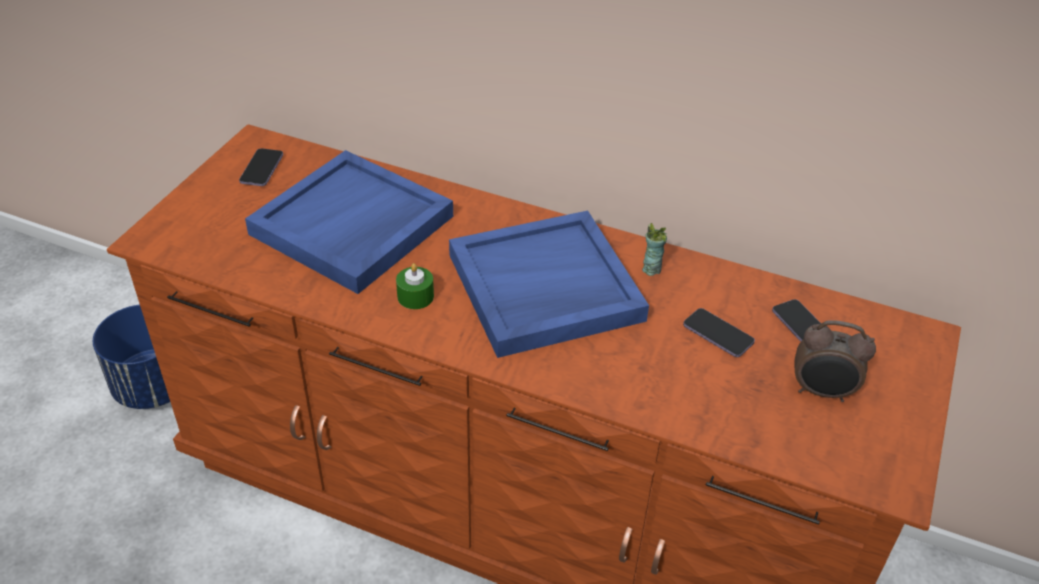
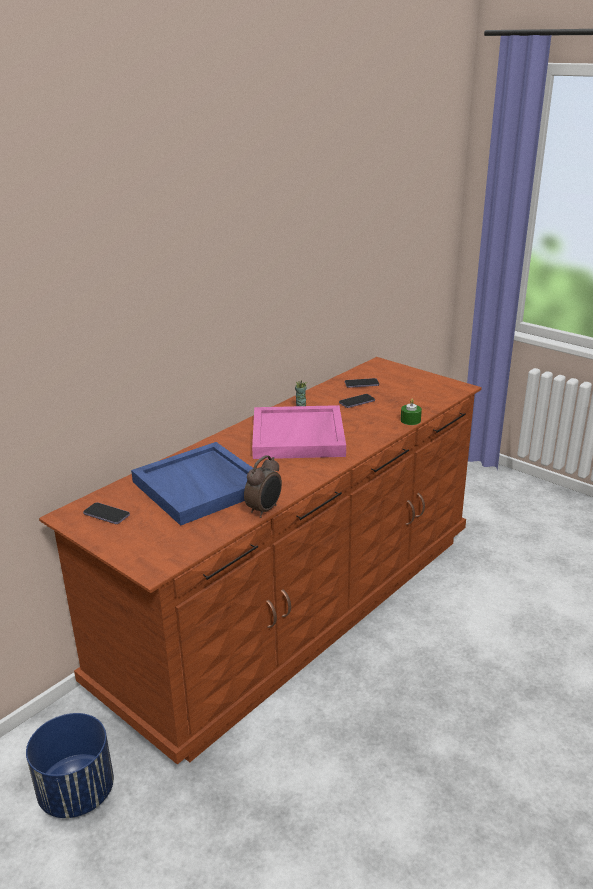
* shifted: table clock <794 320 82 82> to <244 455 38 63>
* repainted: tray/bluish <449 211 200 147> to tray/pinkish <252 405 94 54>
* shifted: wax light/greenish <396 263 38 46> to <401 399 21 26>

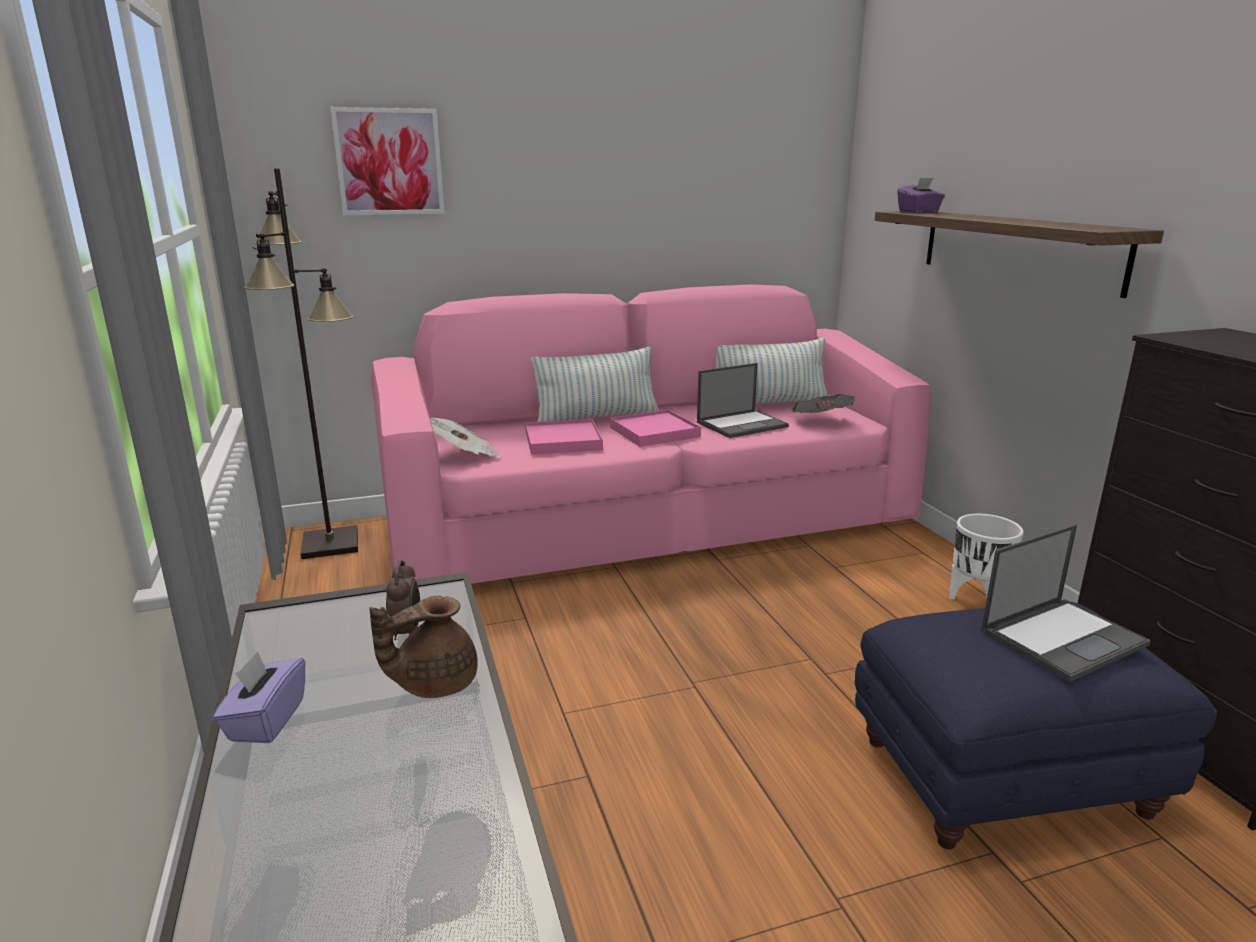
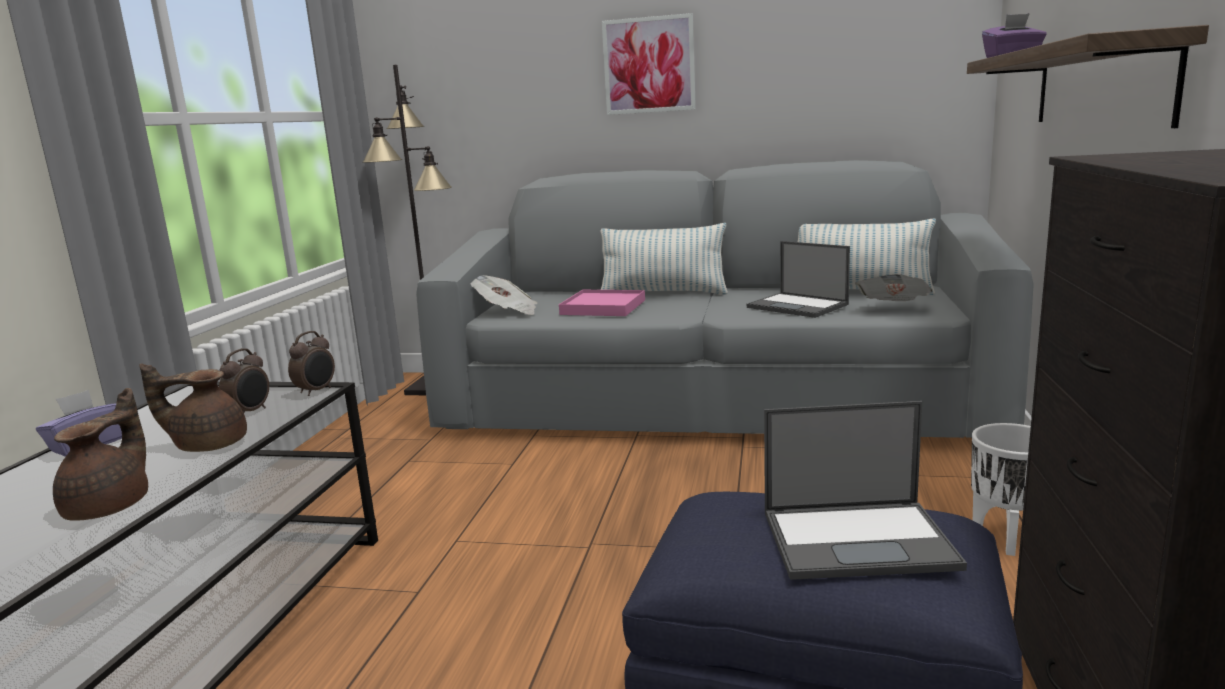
* new: pot for tea/brown <53 388 95 133>
* new: table clock <288 331 47 65>
* repainted: sofa/pinkish <371 284 560 300> to sofa/gray <416 160 618 278>
* shifted: wall art <330 107 115 108> to <602 13 94 102>
* rotated: portable computer <697 363 92 75> = <747 241 103 77> 45 degrees clockwise
* gone: tray/pinkish <610 410 91 37>

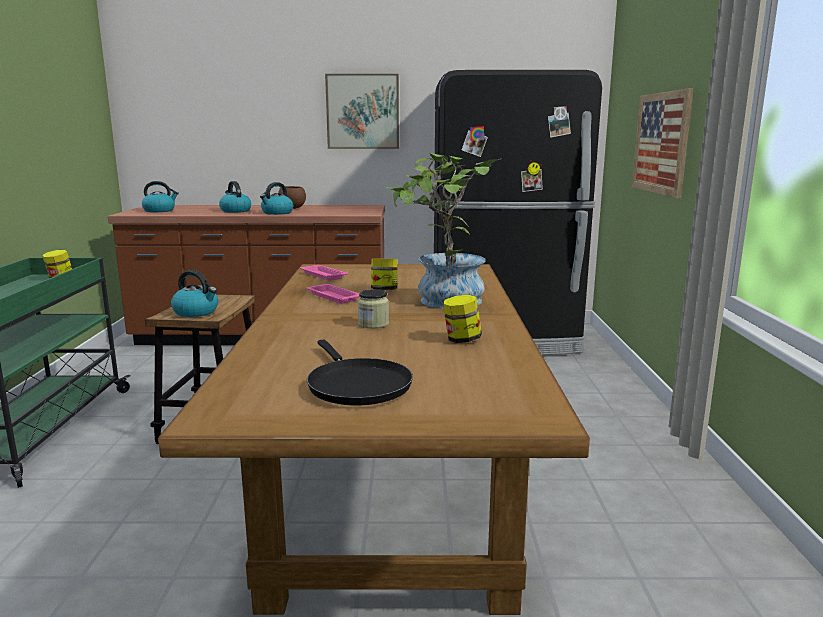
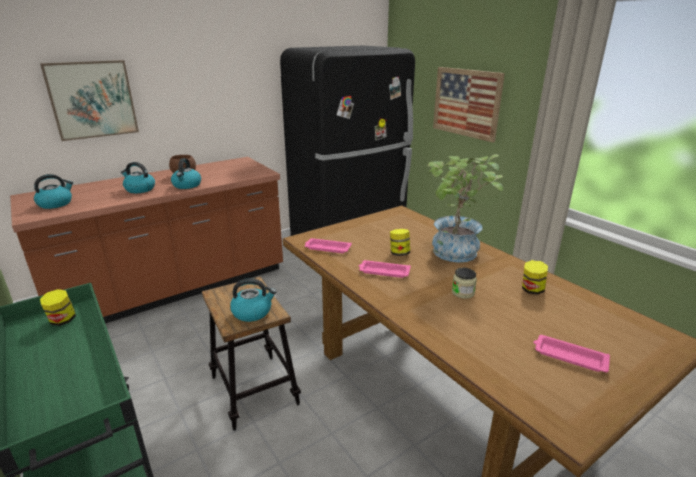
* shifted: wall art <325 74 74 75> to <40 60 99 81>
* swapped: frying pan/black-coloured <307 339 106 67> to tray/pinkish <534 335 76 37>

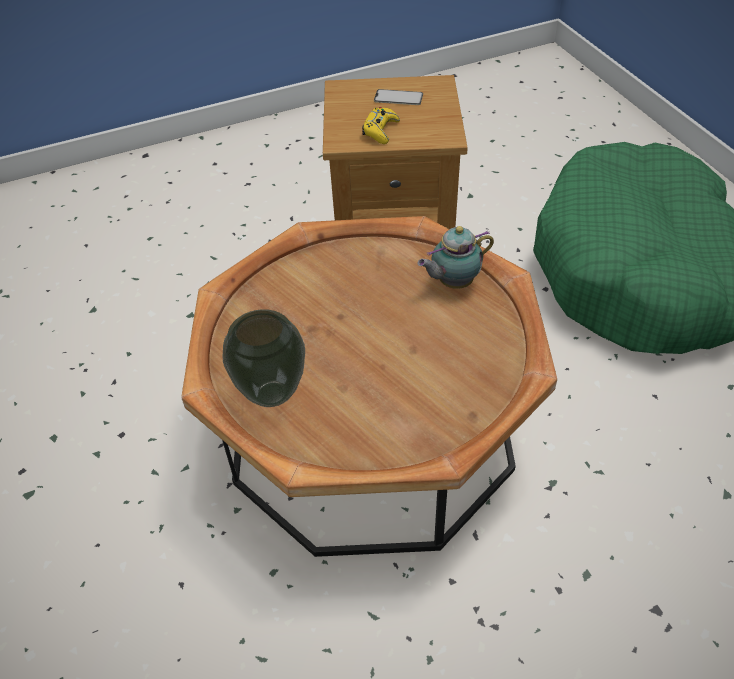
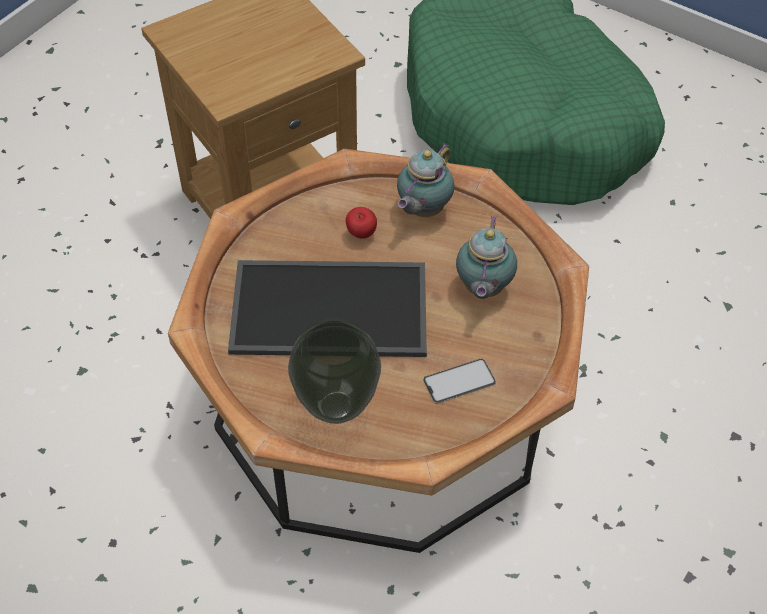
* new: tray <228 260 199 97>
* new: apple <346 207 31 32>
* shifted: handset <374 89 49 16> to <423 359 73 45>
* new: pot for tea <456 216 61 83>
* gone: gamepad/yellow-coloured <362 107 38 37>

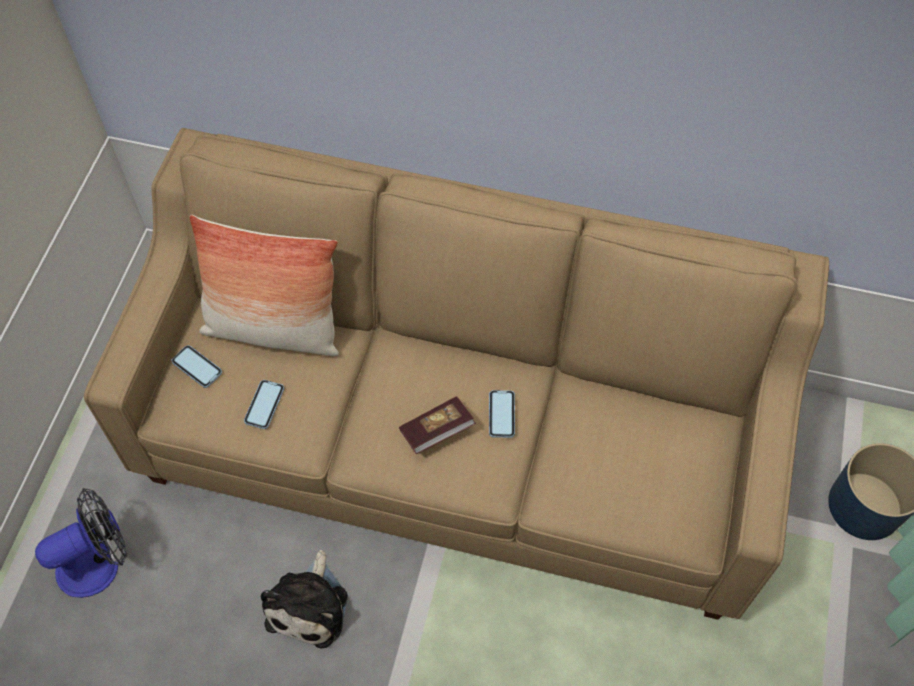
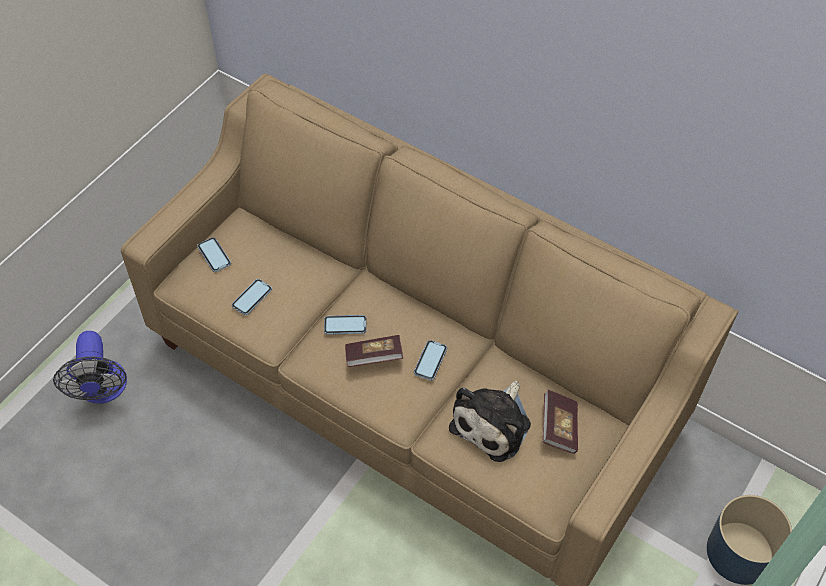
* rotated: cooling fan <35 488 92 110> = <53 331 74 73> 90 degrees clockwise
* new: handset <324 315 43 20>
* shifted: soft toy <261 550 87 98> to <449 381 82 81>
* new: bound book <543 390 35 64>
* gone: pillow <190 215 149 141>

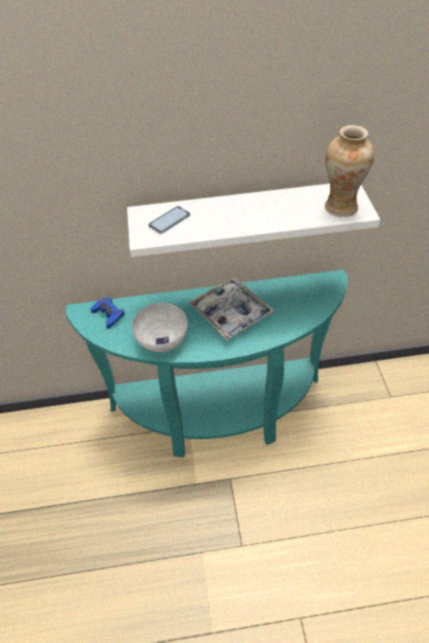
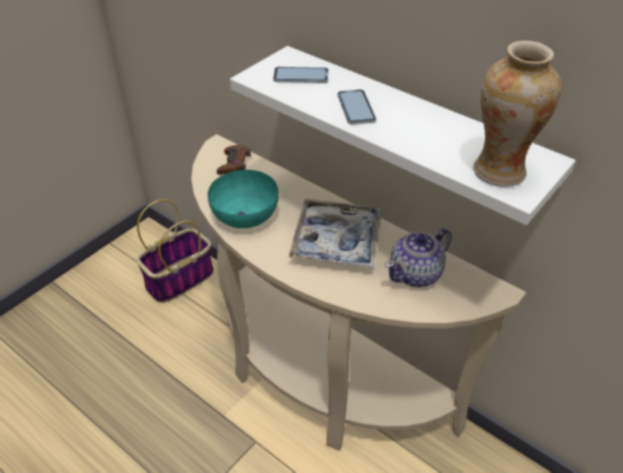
* new: household basket <136 199 78 104>
* repainted: console table/turquoise <66 270 282 187> to console table/beige-coloured <191 134 335 317>
* repainted: bowl/white <132 303 56 49> to bowl/turquoise <208 170 71 58>
* repainted: gamepad/bluish <91 297 34 32> to gamepad/brown <217 145 34 30>
* new: handset <337 89 39 36>
* new: pot for tea <385 228 67 59>

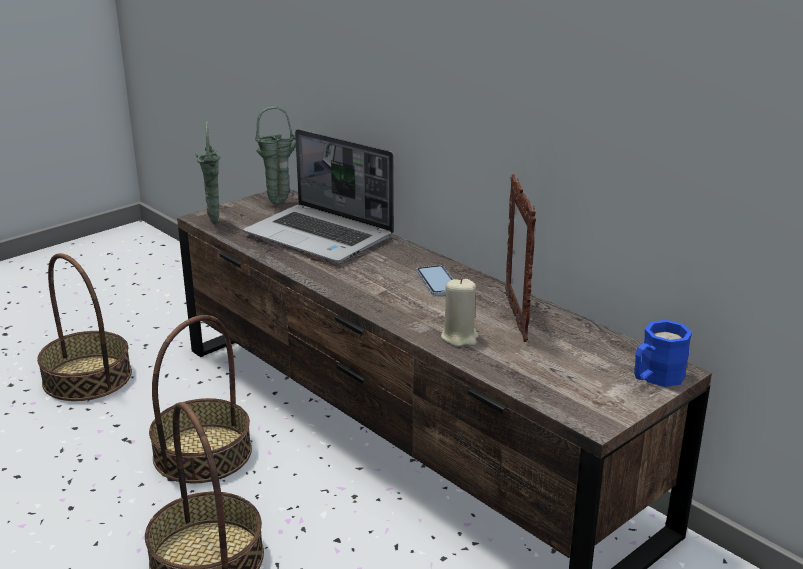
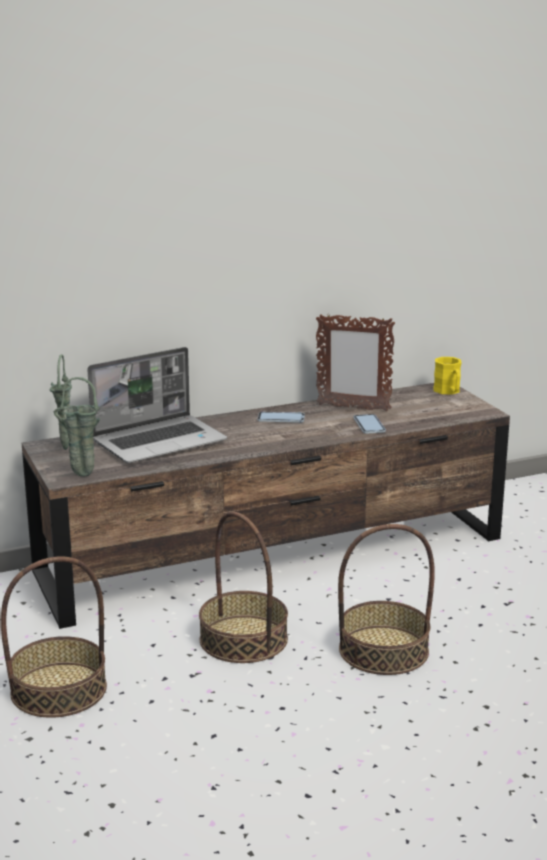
* swapped: wax light/beige-coloured <441 278 38 69> to handset <354 414 32 20>
* repainted: mug/bluish <634 320 58 67> to mug/yellow-coloured <433 357 28 38>

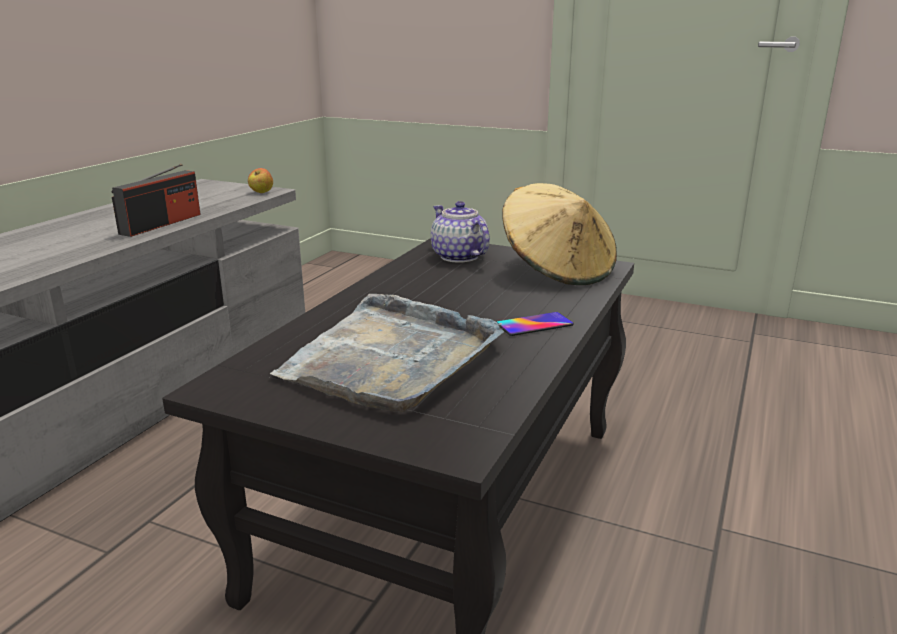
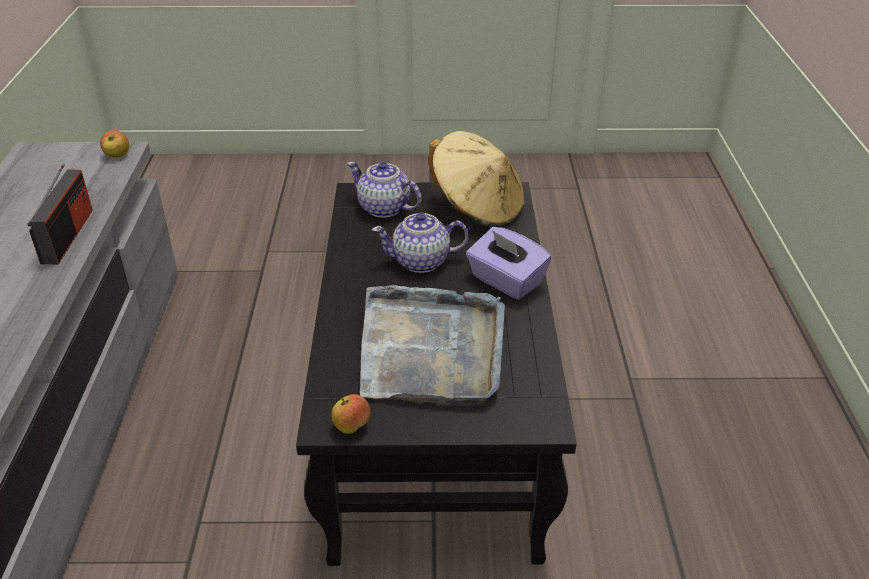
* new: apple <331 394 39 40>
* new: pot for tea <372 213 97 60>
* swapped: handset <497 312 77 24> to tissue holder/purple-coloured <466 227 86 73>

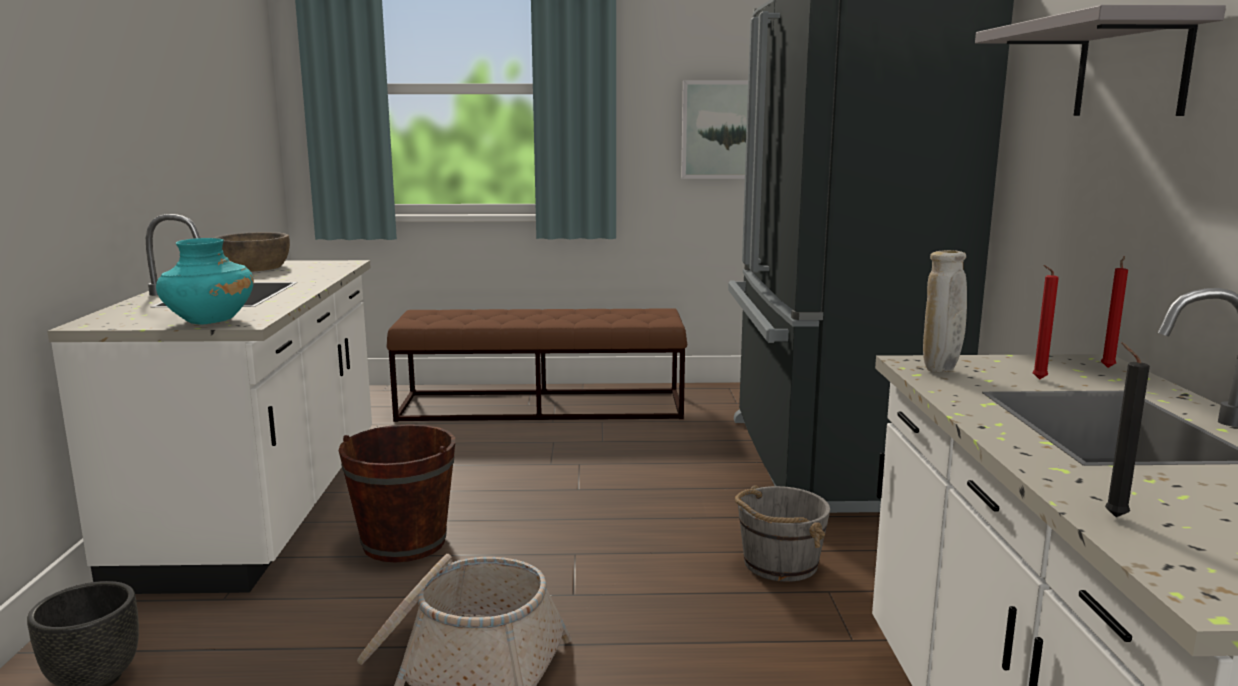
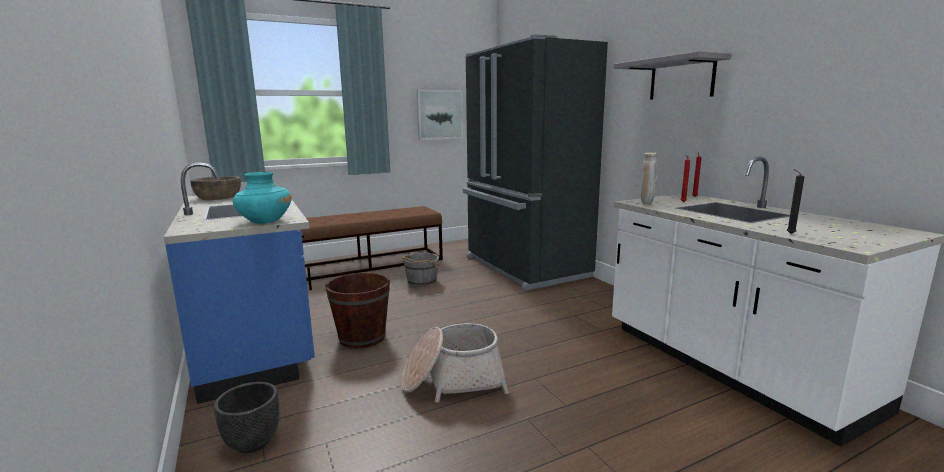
* repainted: counter/white <47 214 325 380> to counter/bluish <164 163 151 241>
* shifted: bucket/gray <735 486 95 96> to <402 253 38 34>

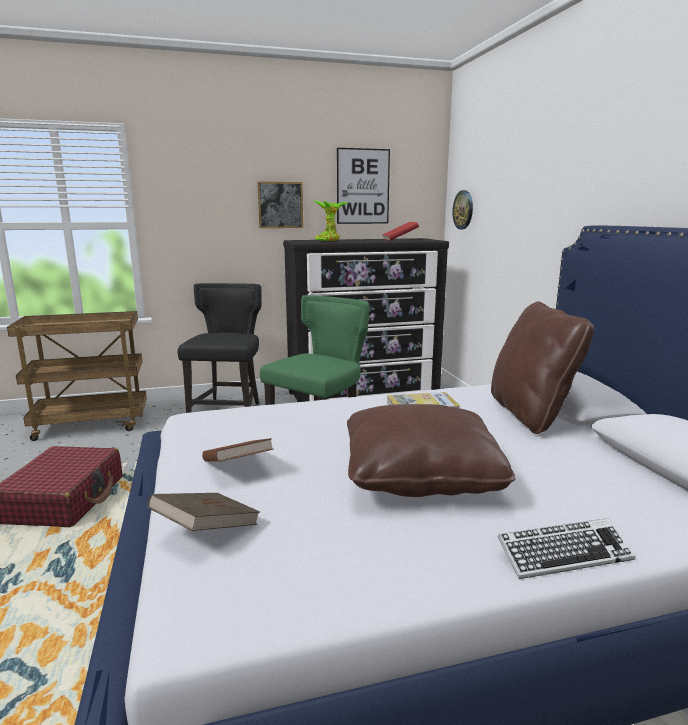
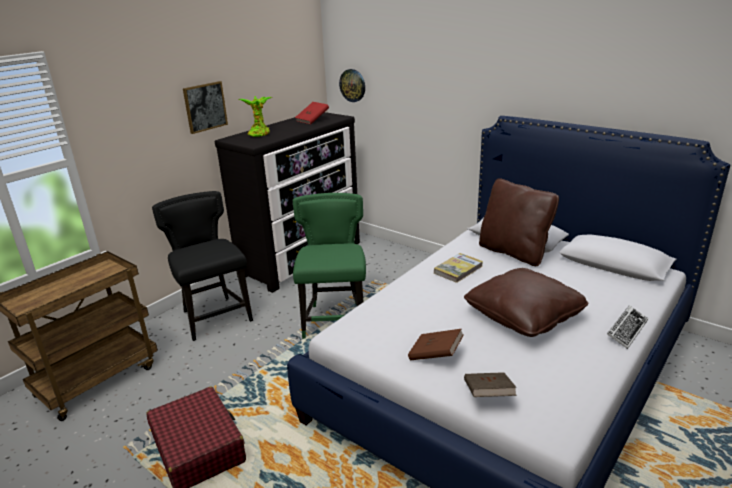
* gone: wall art <337 148 53 76>

